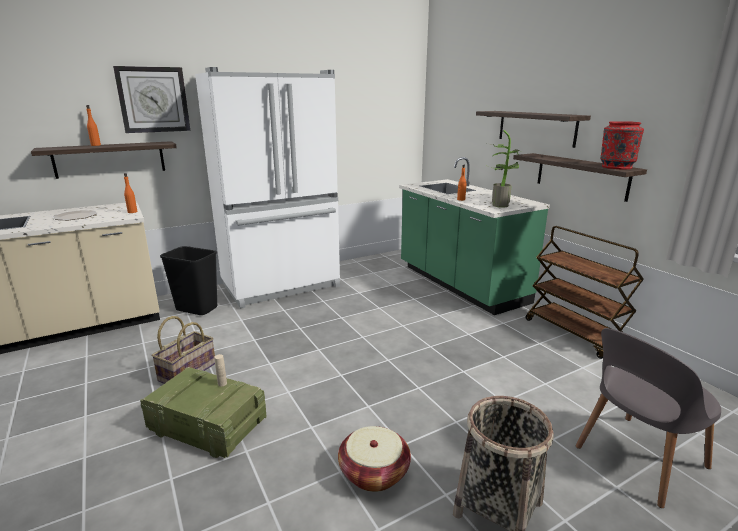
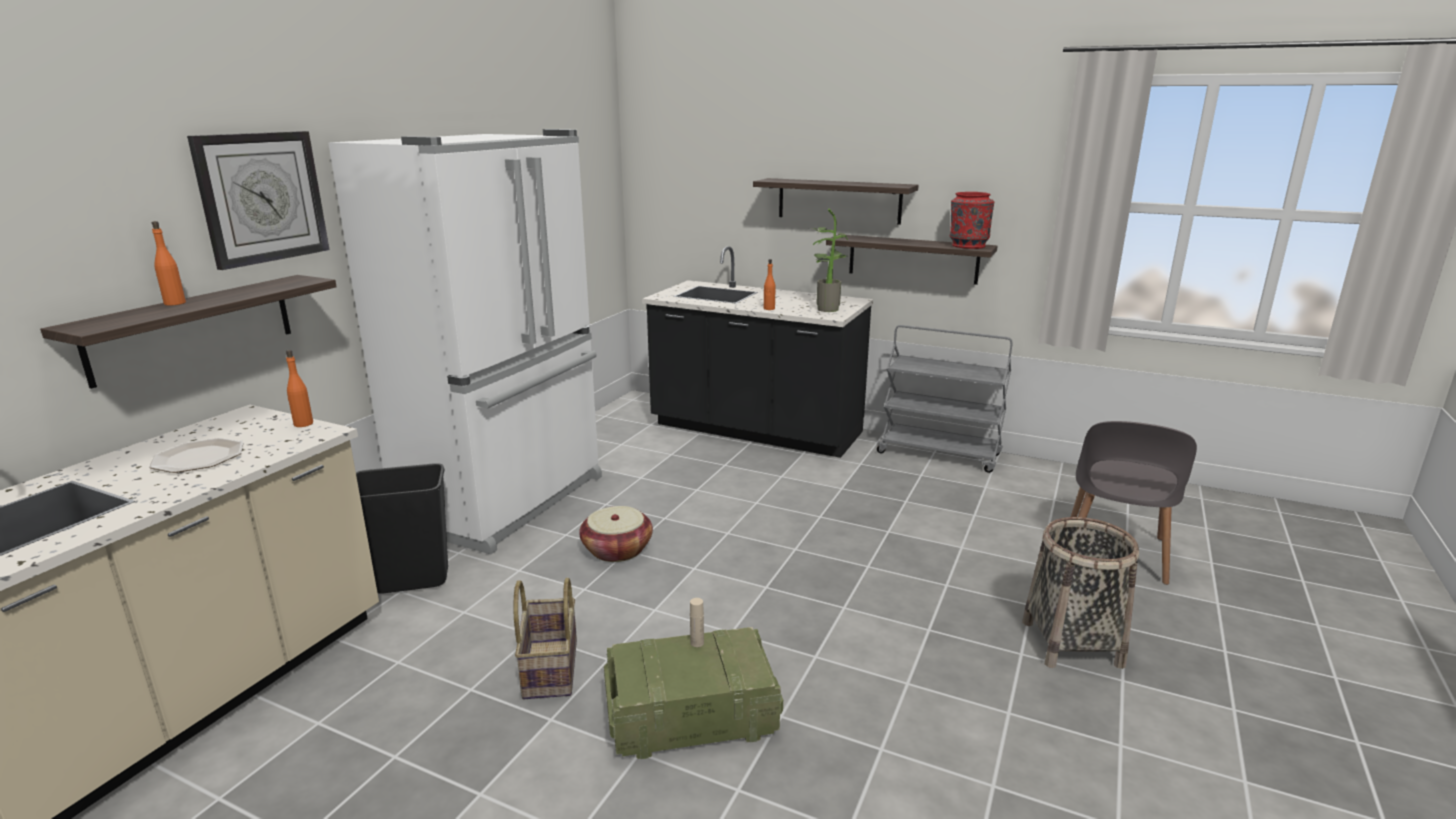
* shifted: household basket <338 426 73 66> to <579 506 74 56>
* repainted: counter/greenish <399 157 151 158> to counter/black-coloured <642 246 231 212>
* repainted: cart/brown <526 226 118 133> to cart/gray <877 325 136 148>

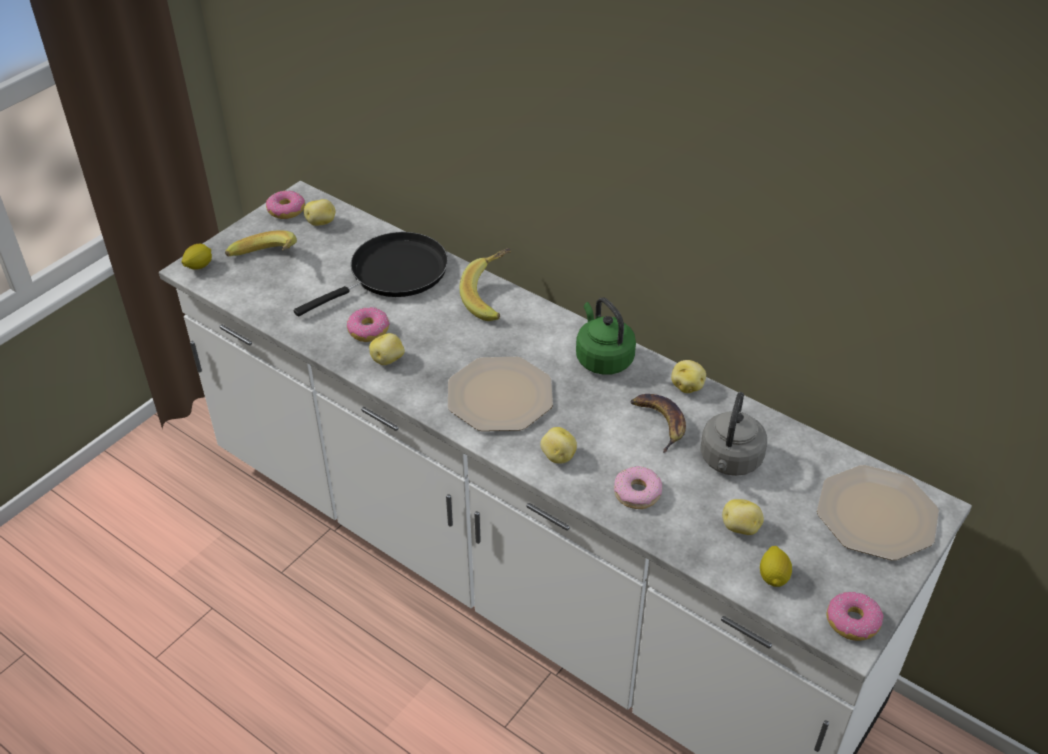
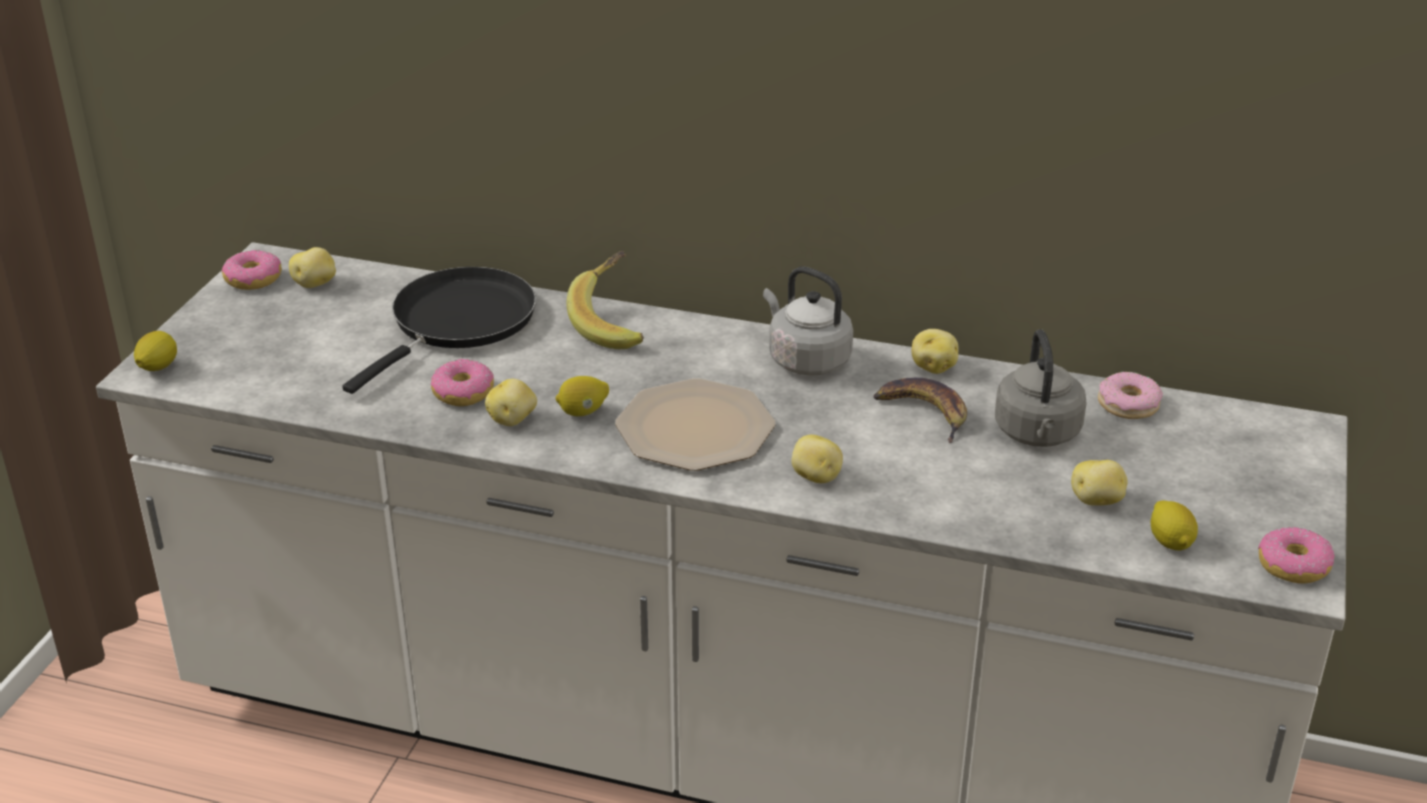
* new: whole lemon <555 376 54 40>
* repainted: water kettle/greenish <576 297 60 78> to water kettle/gray <763 267 90 109>
* shifted: doughnut <614 466 48 43> to <1098 372 65 47>
* gone: whole banana <225 230 72 26>
* gone: dinner plate <817 465 122 95>

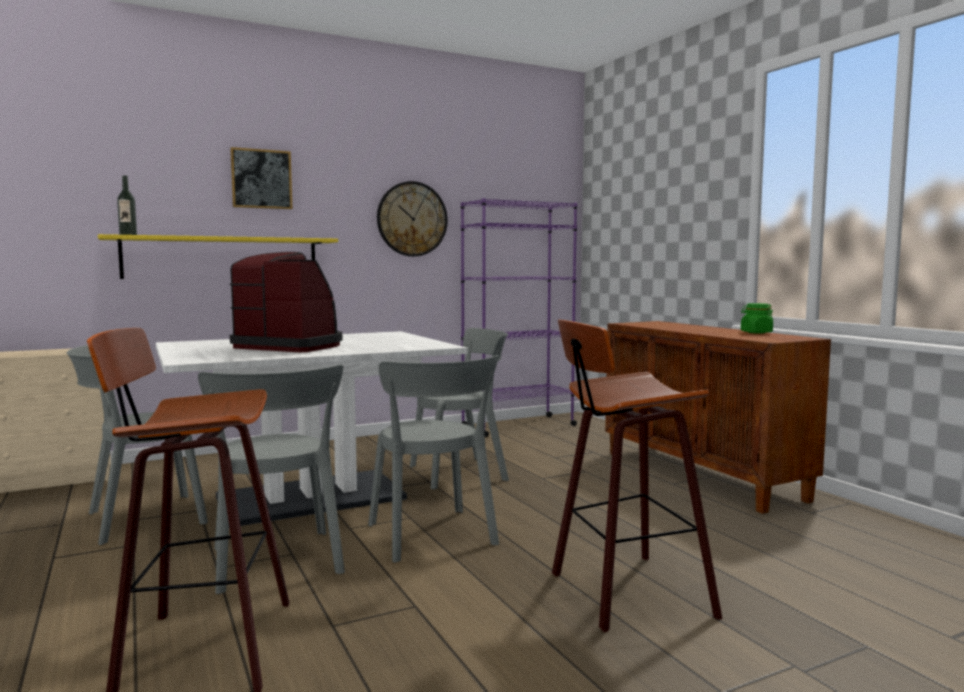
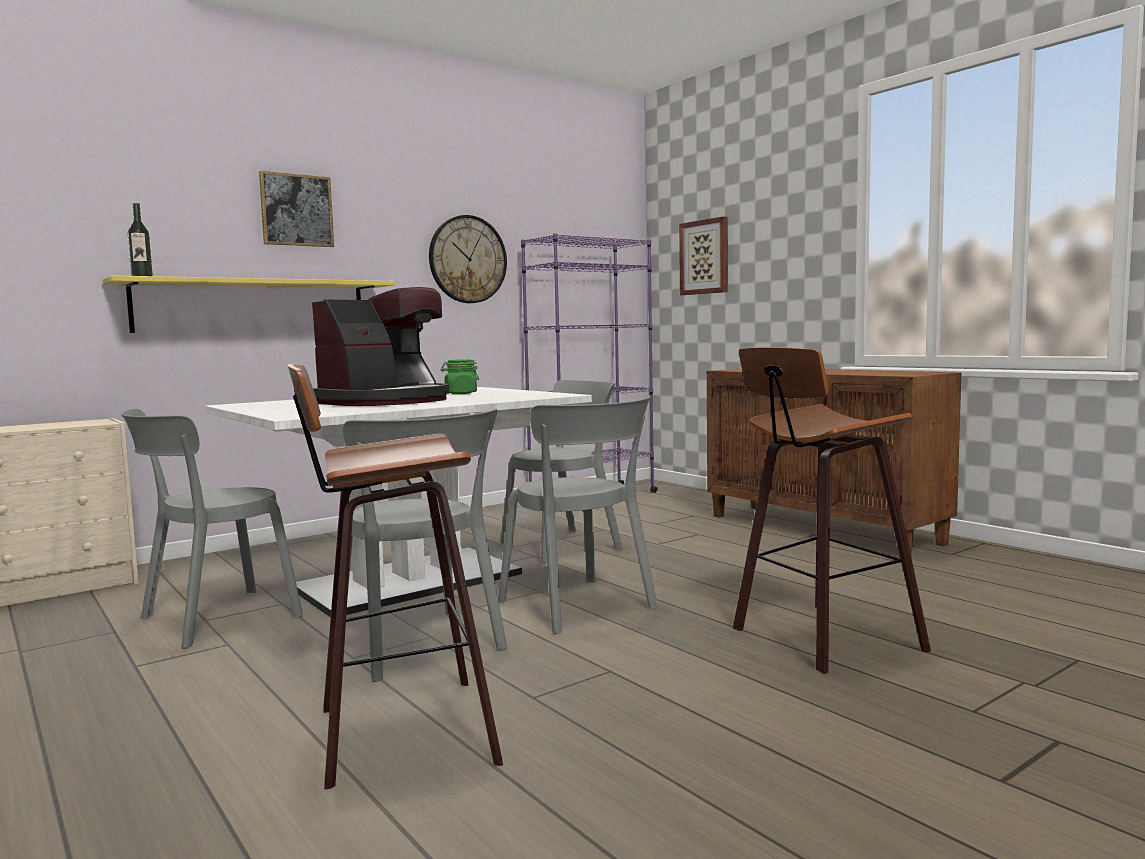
* rotated: coffee machine <229 252 113 100> = <312 287 138 119> 120 degrees clockwise
* shifted: storage jar/greenish <741 303 32 31> to <440 359 39 35>
* new: wall art <679 216 49 79>

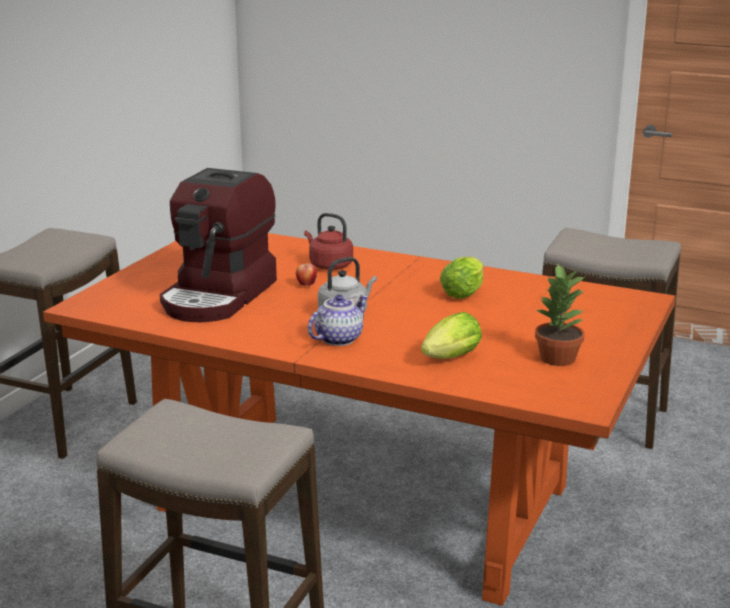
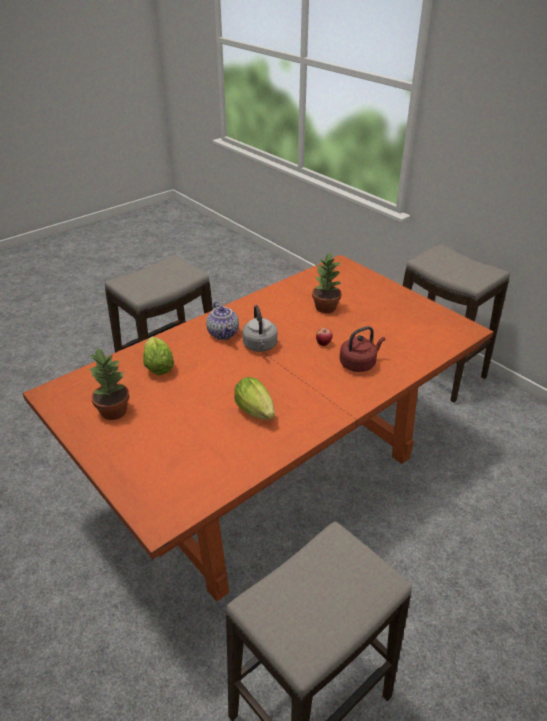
* swapped: coffee machine <160 168 117 154> to potted plant <312 253 30 60>

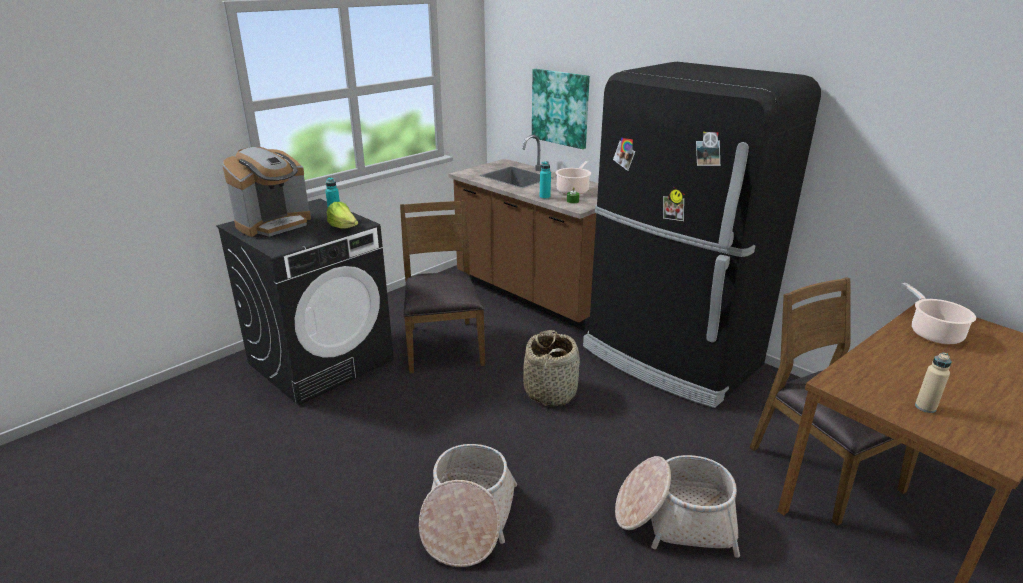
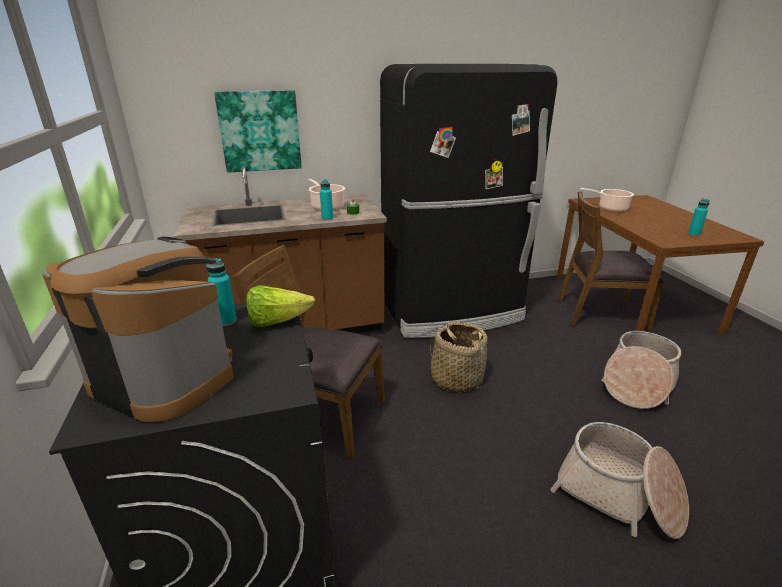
* rotated: coffee machine <222 147 89 90> = <42 237 191 185> 45 degrees counterclockwise
* repainted: bottle/beige-coloured <915 352 37 61> to bottle/turquoise <688 198 22 38>

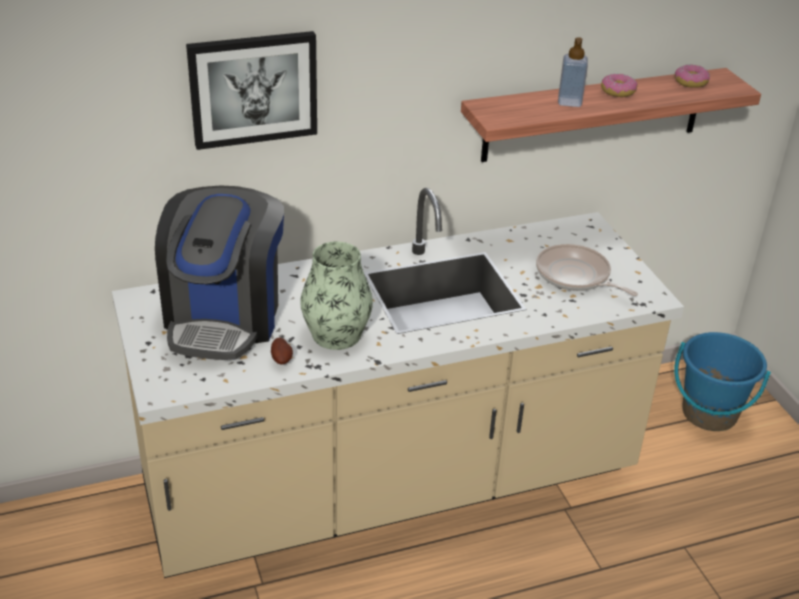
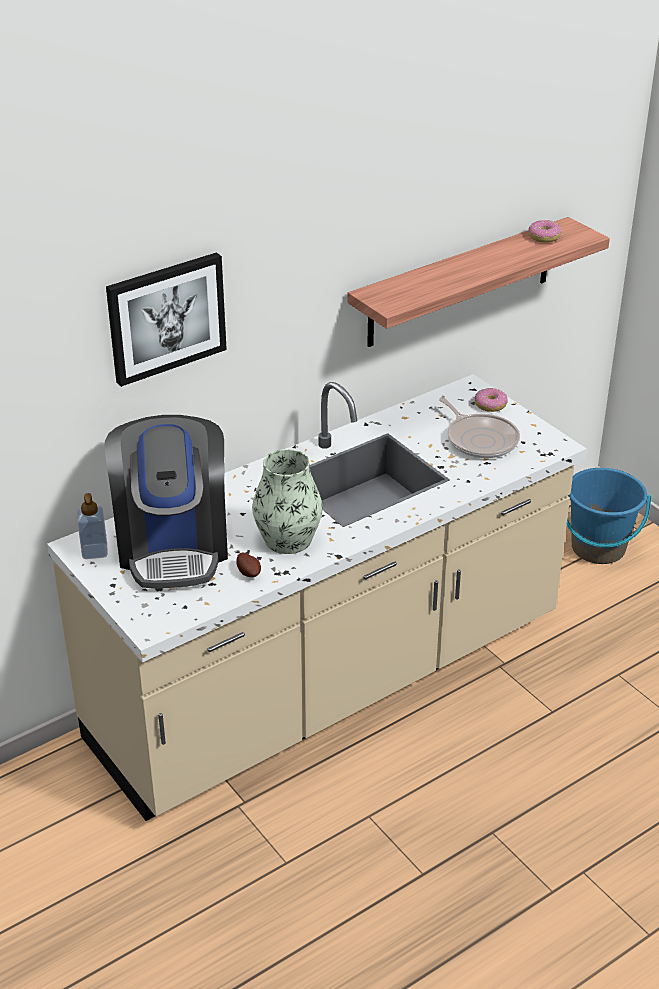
* shifted: soap dispenser <558 37 30 70> to <77 493 31 66>
* rotated: frying pan <536 244 102 52> = <439 397 81 61> 150 degrees counterclockwise
* shifted: doughnut <601 74 37 23> to <475 388 33 24>

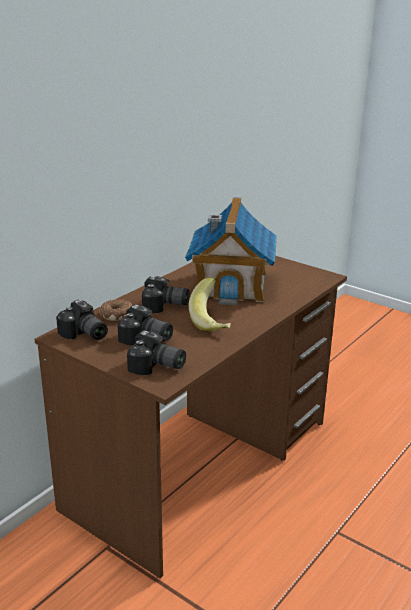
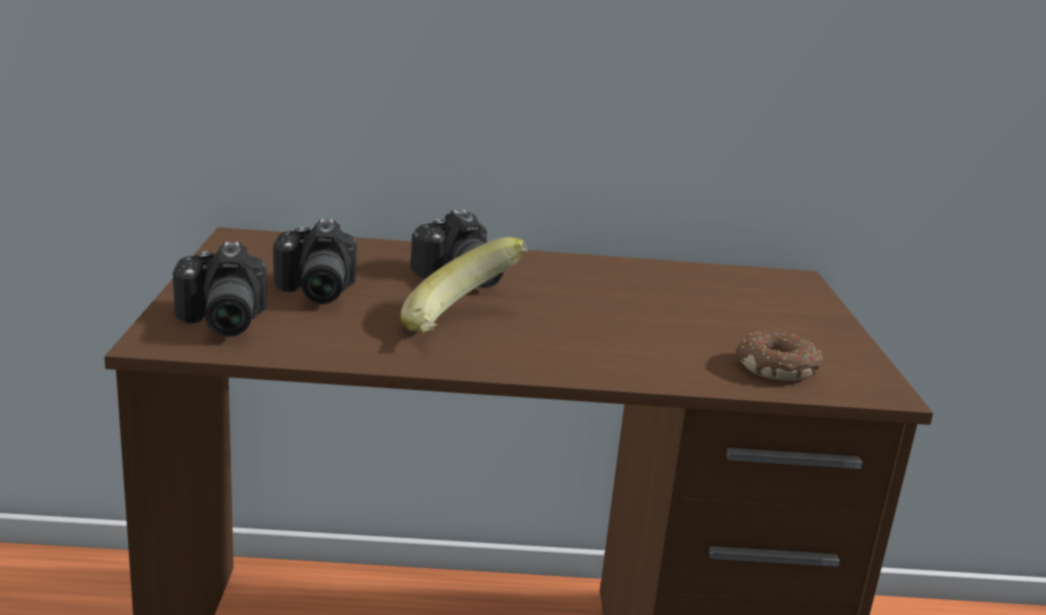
* shifted: doughnut <99 299 33 22> to <736 330 88 51>
* gone: still camera <56 299 52 41>
* gone: toy house <185 197 92 108>

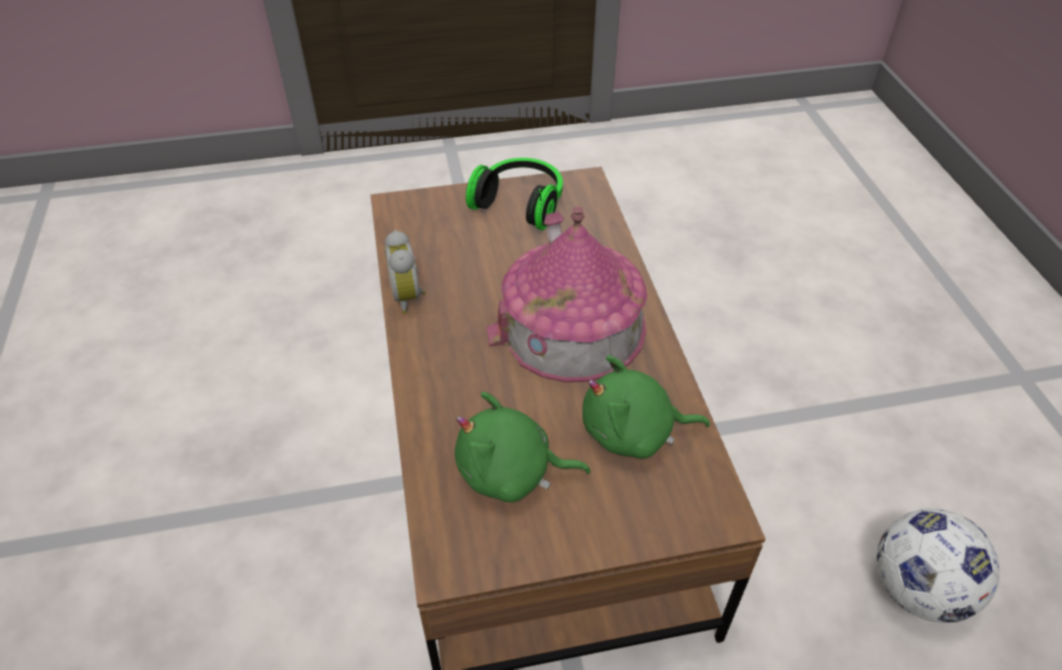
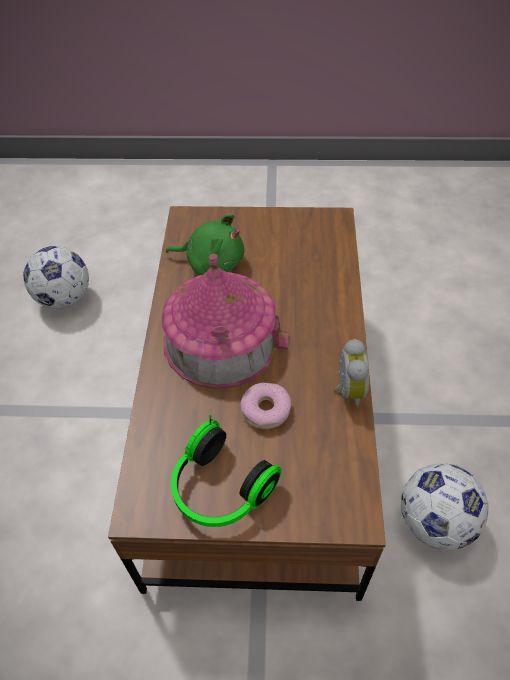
* new: doughnut <241 382 50 47>
* new: football <401 463 87 87>
* gone: soft toy/greenish <455 392 136 110>

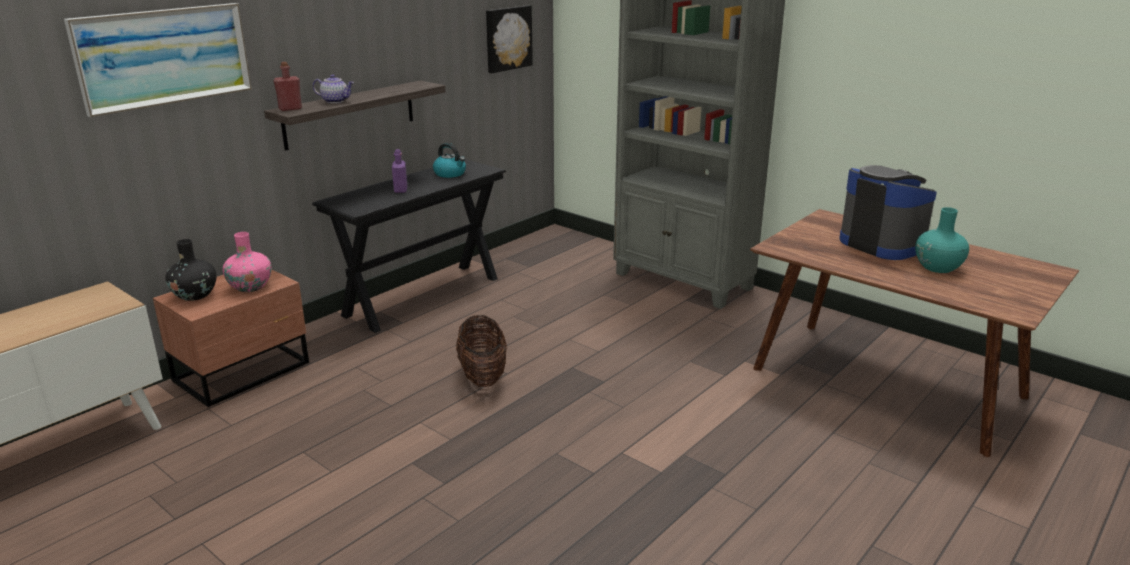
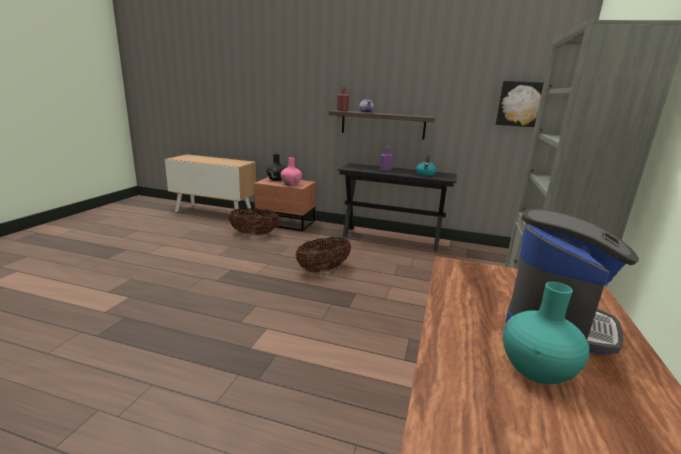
* new: household basket <228 208 51 27>
* gone: wall art <64 3 188 114>

